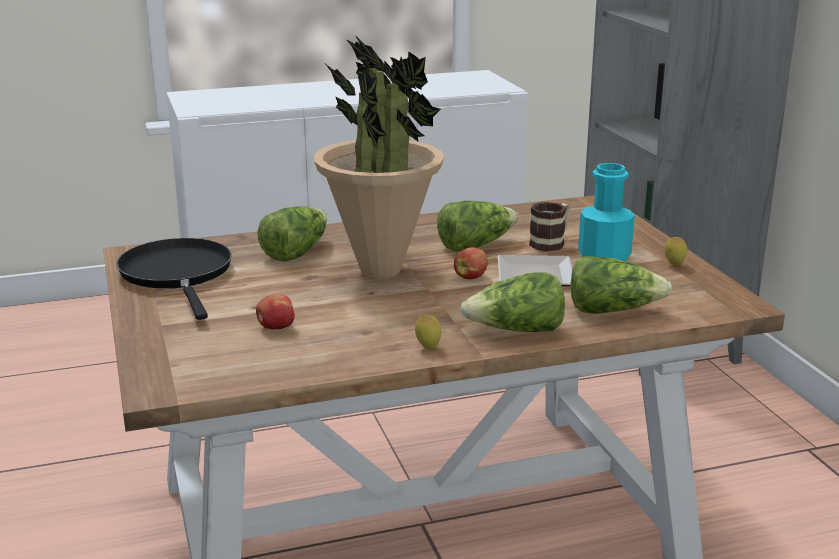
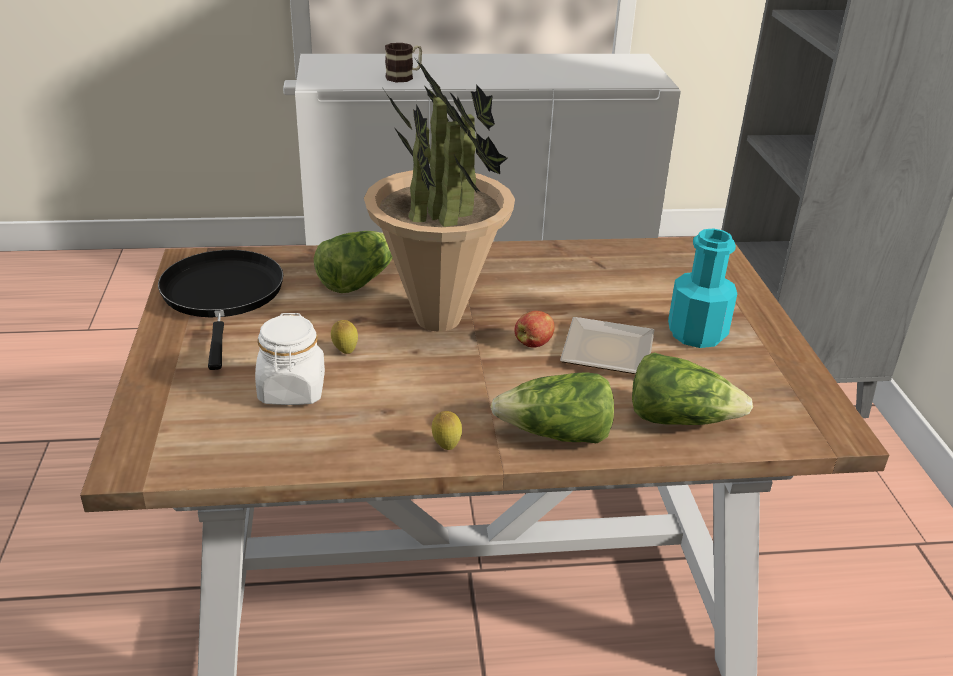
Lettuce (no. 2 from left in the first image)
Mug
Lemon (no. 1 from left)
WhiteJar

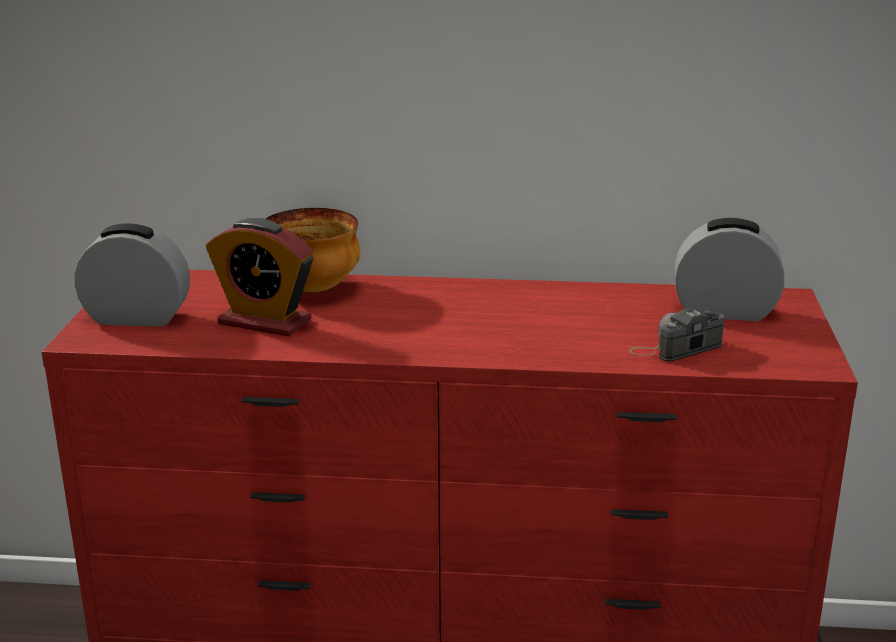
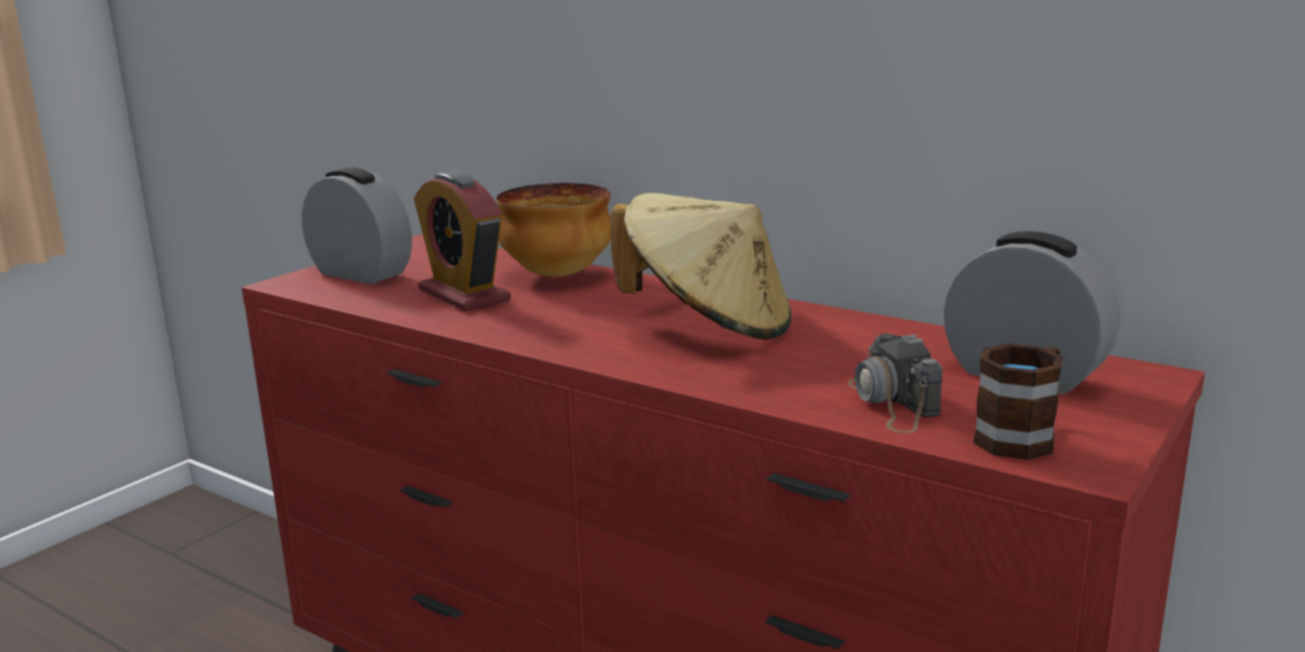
BeigeHat
BrownMug
PhotoCamera

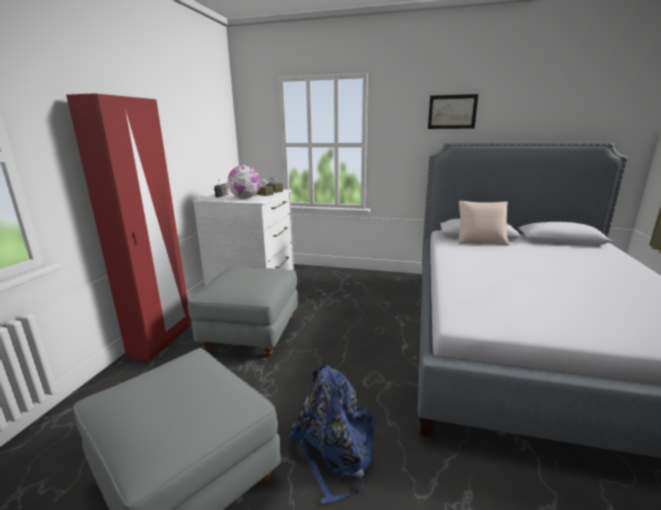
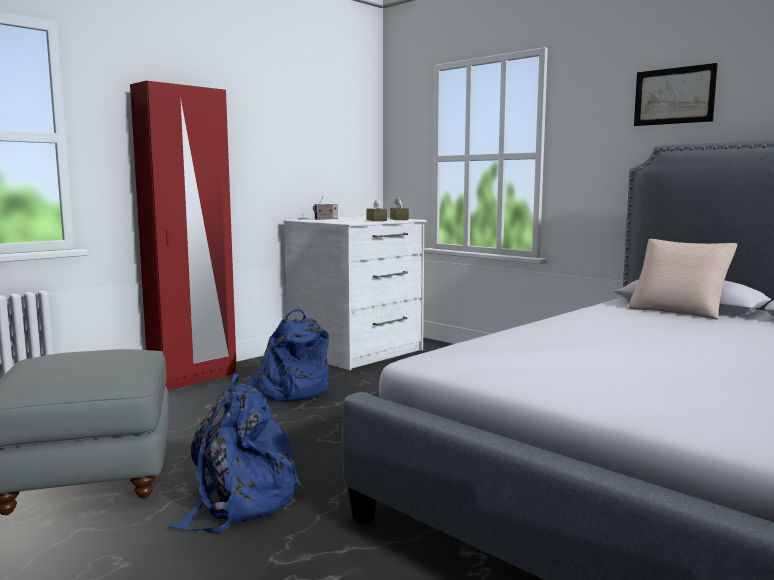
Globe
BlueBackpack (no. 2 from left)

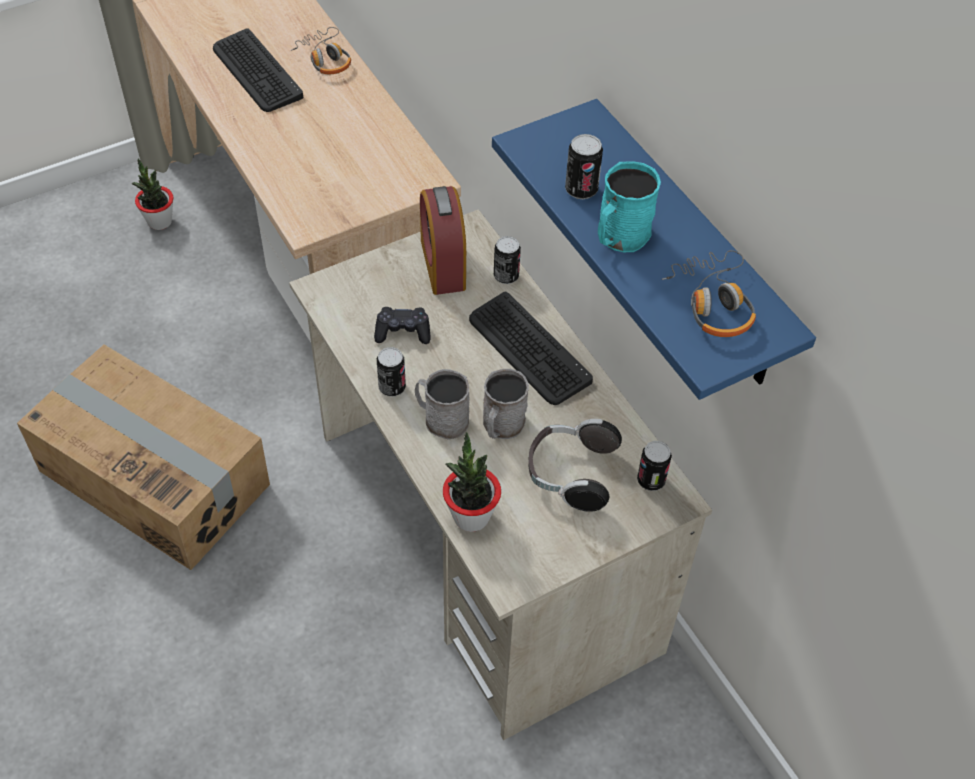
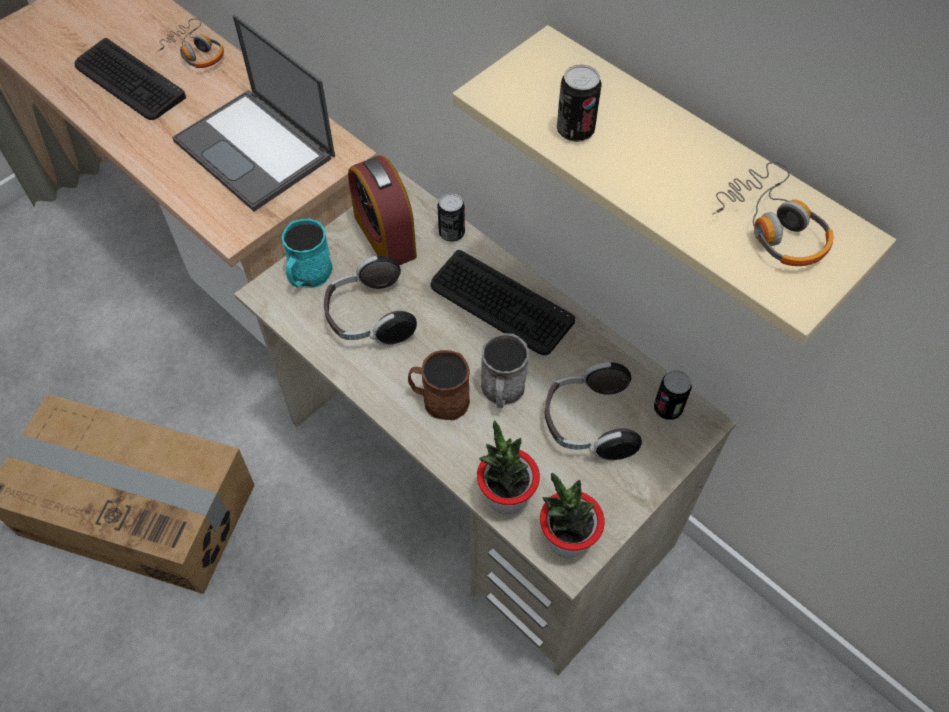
Can (no. 1 from left in the first image)
Laptop
PottedPlant (no. 2 from left)
TurquoiseMug
Headphones (no. 2 from left)
BrownMug
BeigeShelf

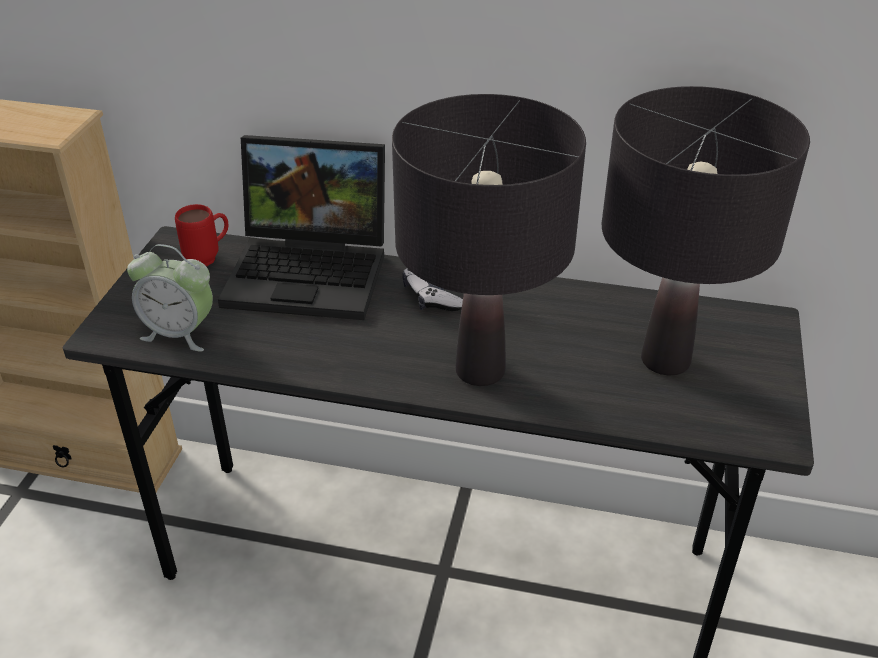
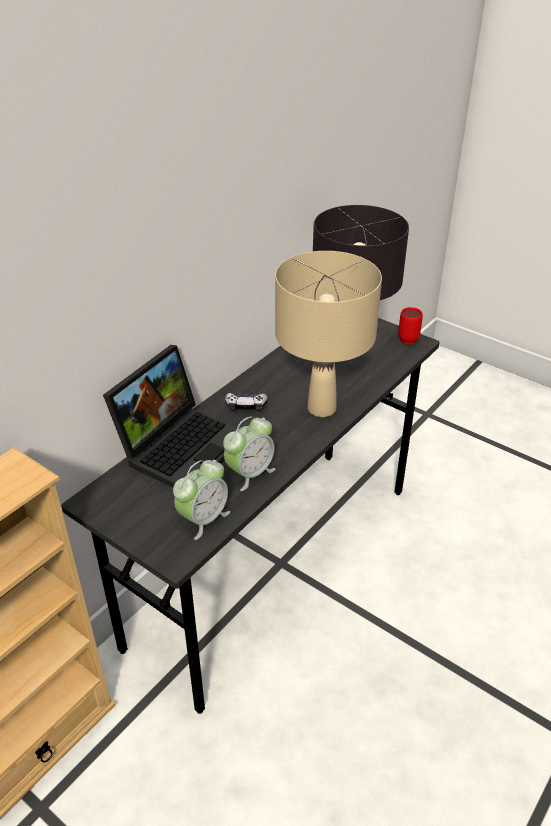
AlarmClock (no. 2 from left)
RedMug
BeigeTableLamp

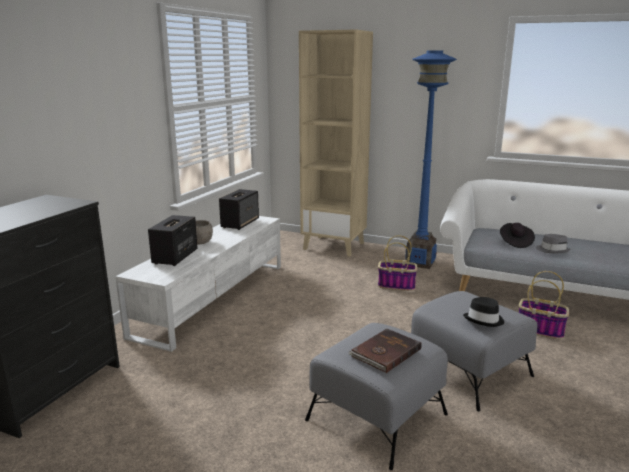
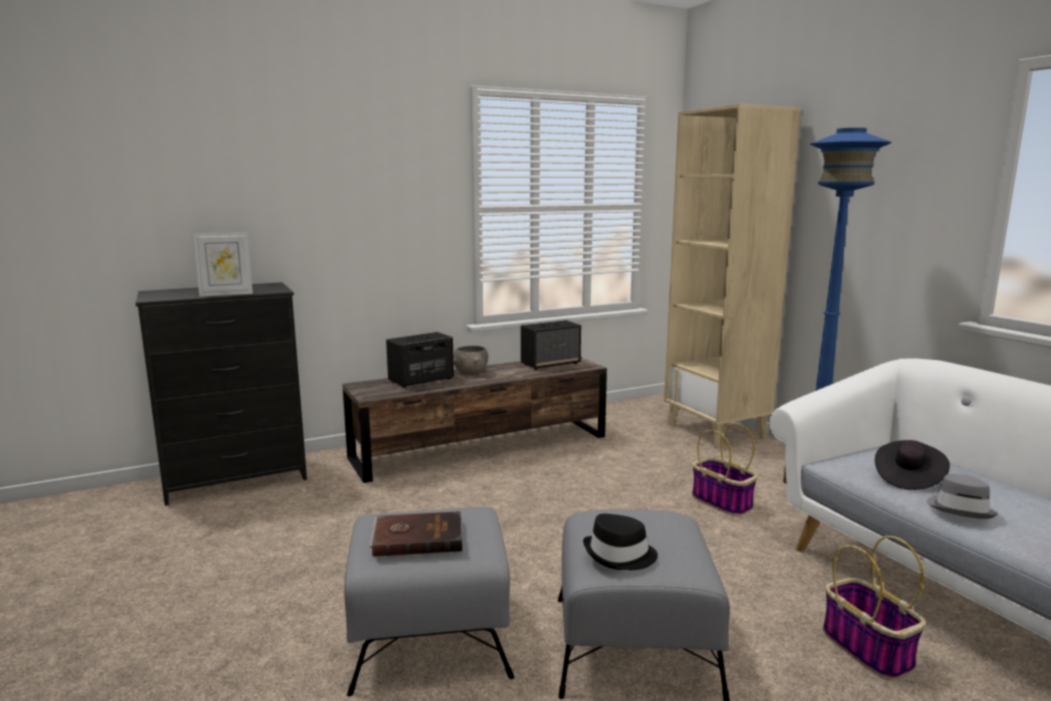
PictureFrame
BrownTvStand

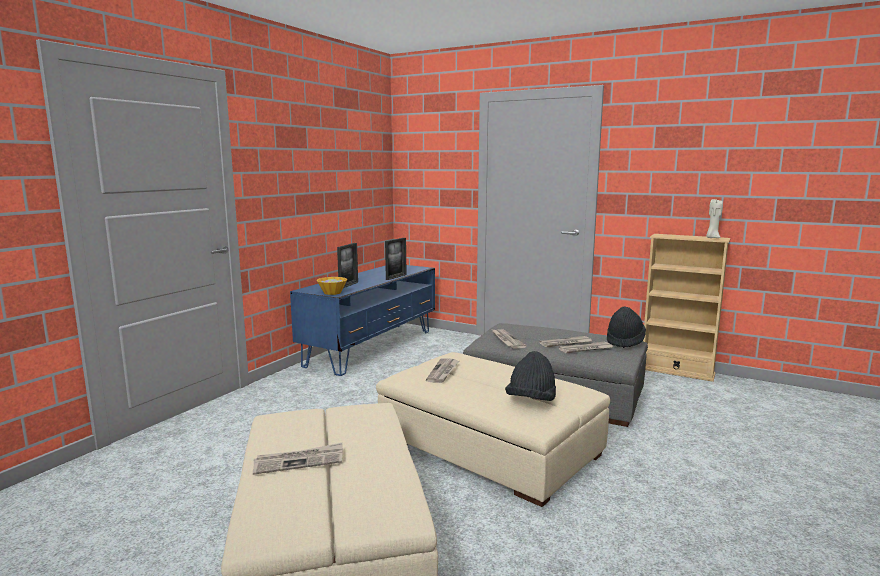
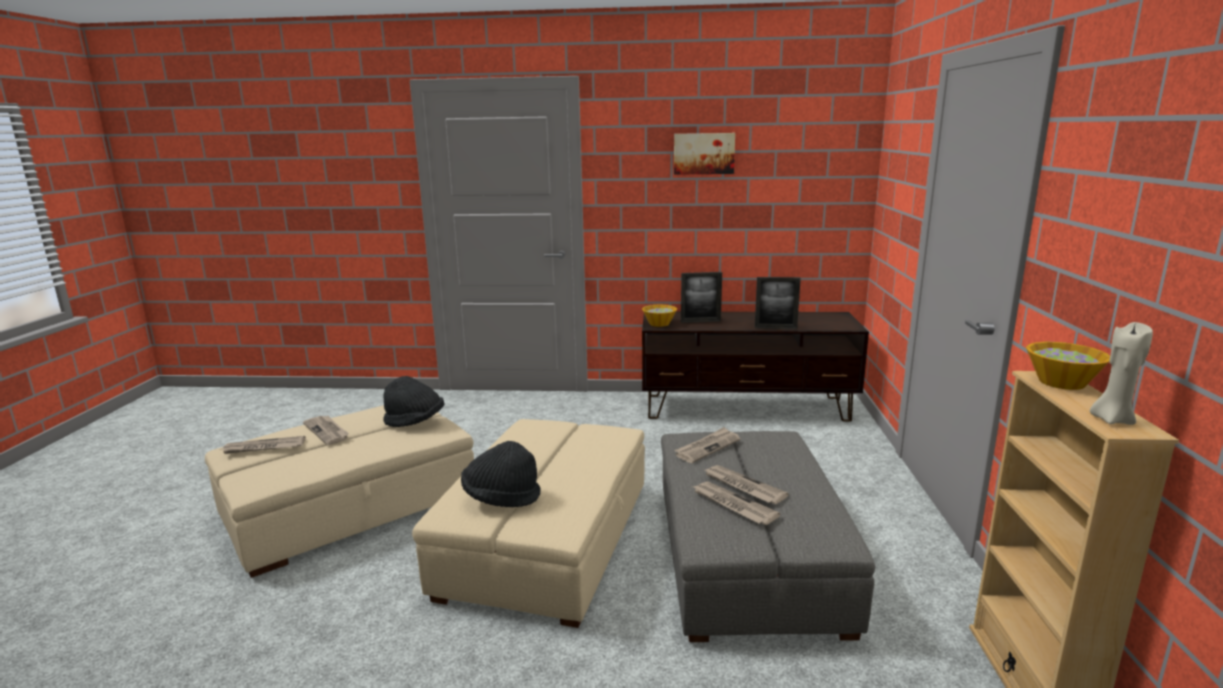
Picture
Bowl (no. 2 from left)
Newspaper (no. 1 from left)
BlackHat (no. 1 from left)
BrownTvStand

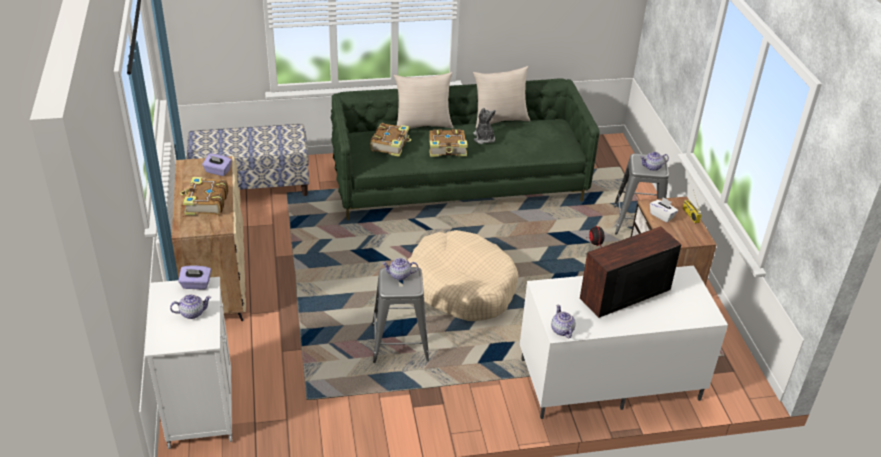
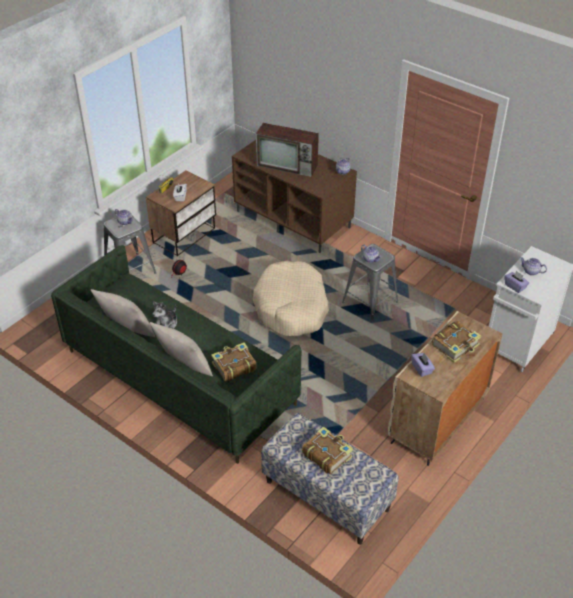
Book (no. 2 from left)
BrownTvStand

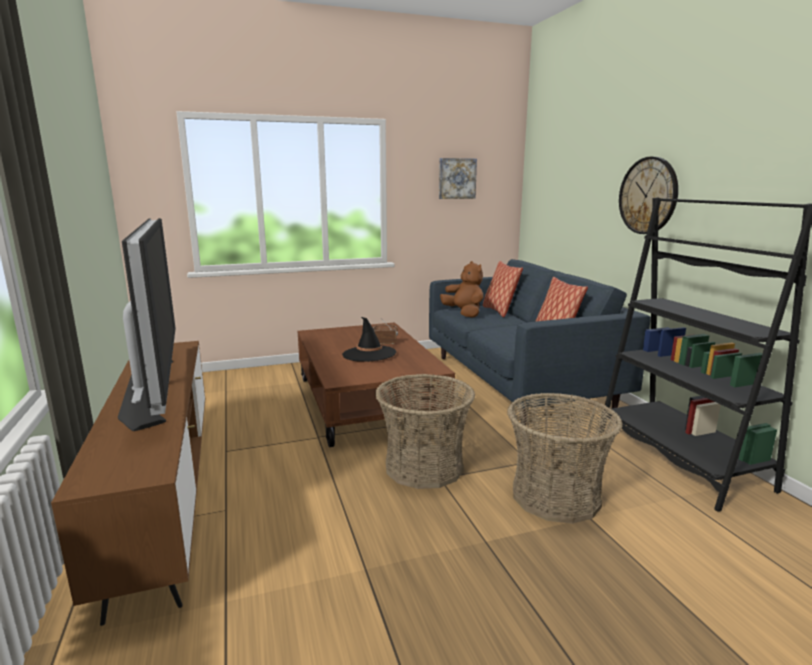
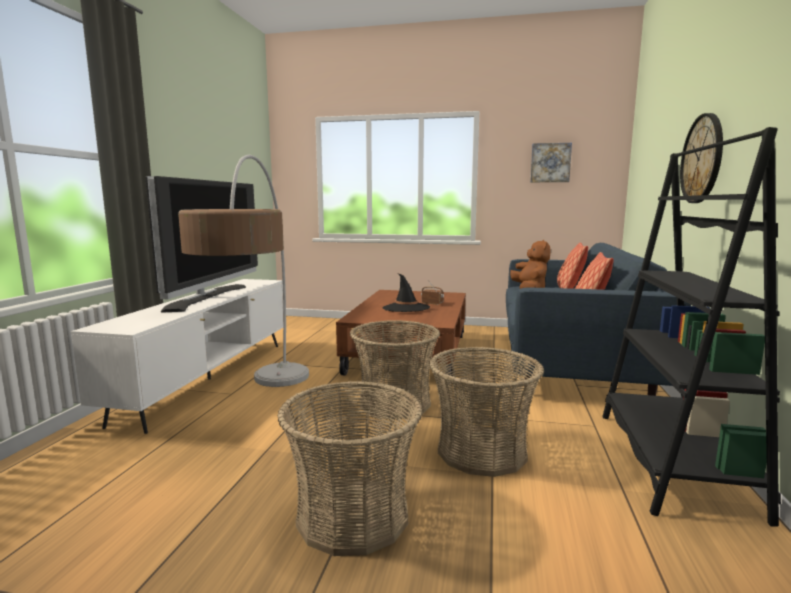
FloorLamp
Basket (no. 1 from left)
WhiteTvStand

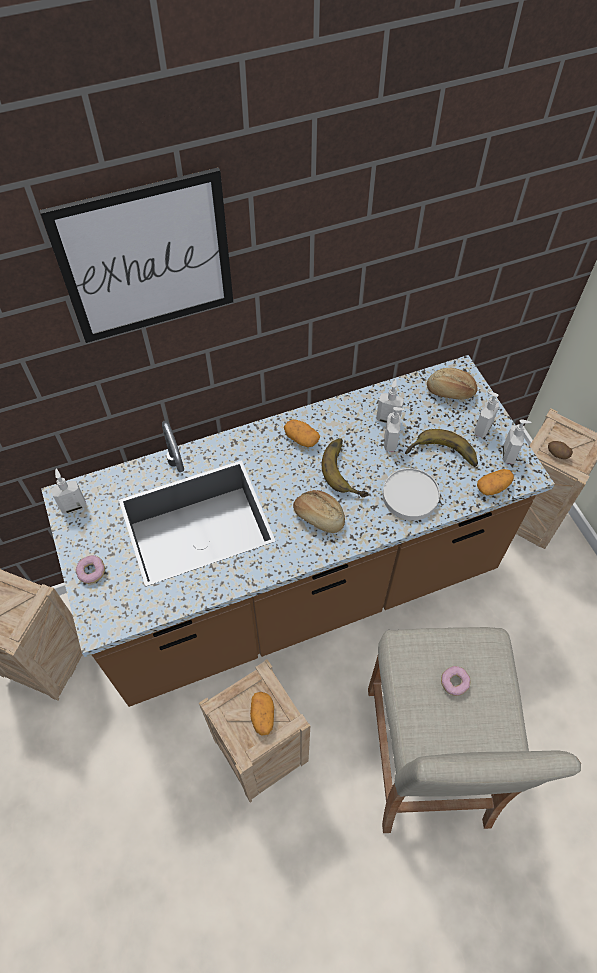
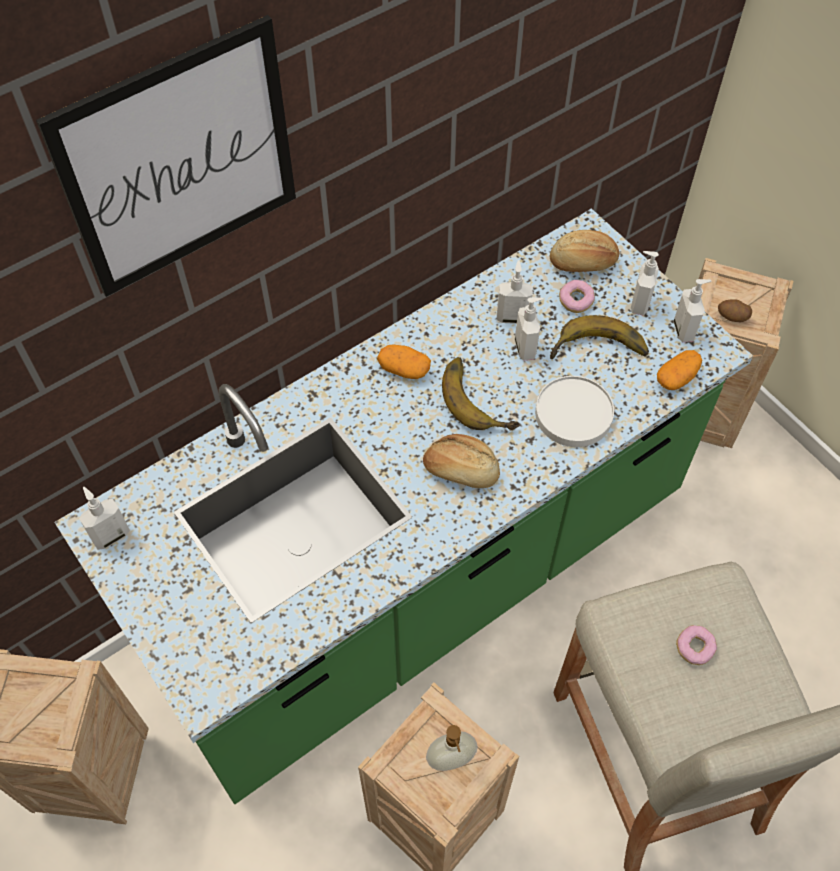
Donut (no. 1 from left)
SoapDispenser (no. 2 from left)
GreenCounter

